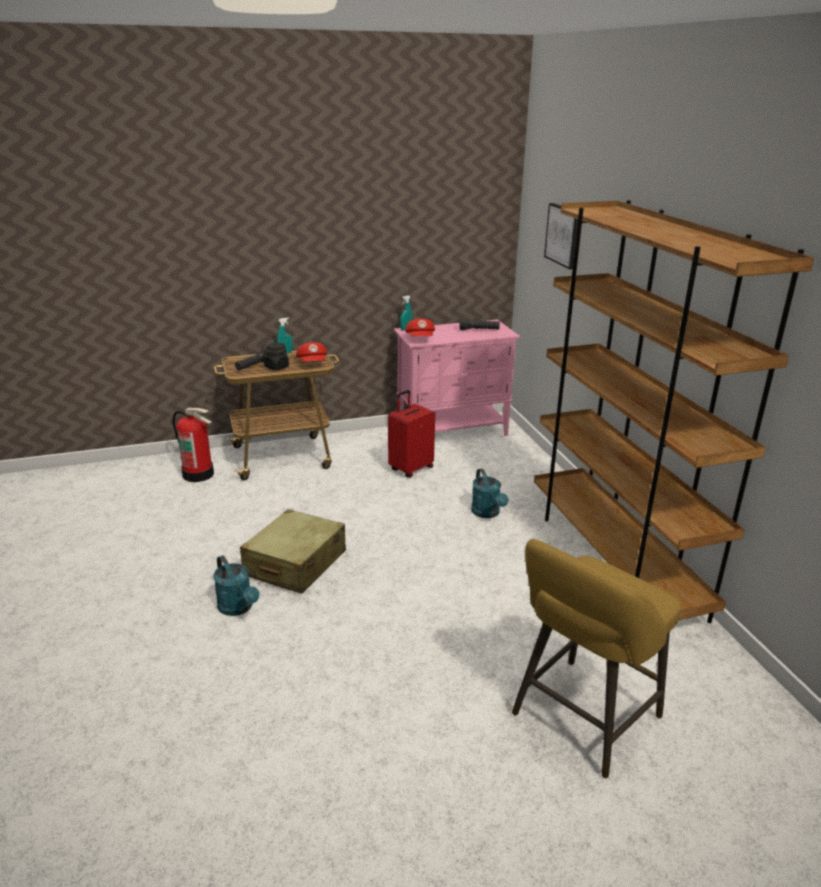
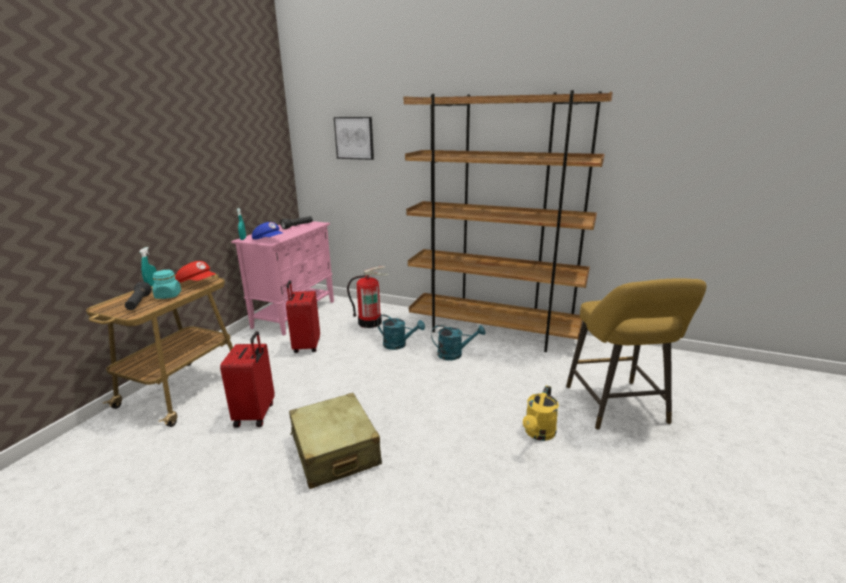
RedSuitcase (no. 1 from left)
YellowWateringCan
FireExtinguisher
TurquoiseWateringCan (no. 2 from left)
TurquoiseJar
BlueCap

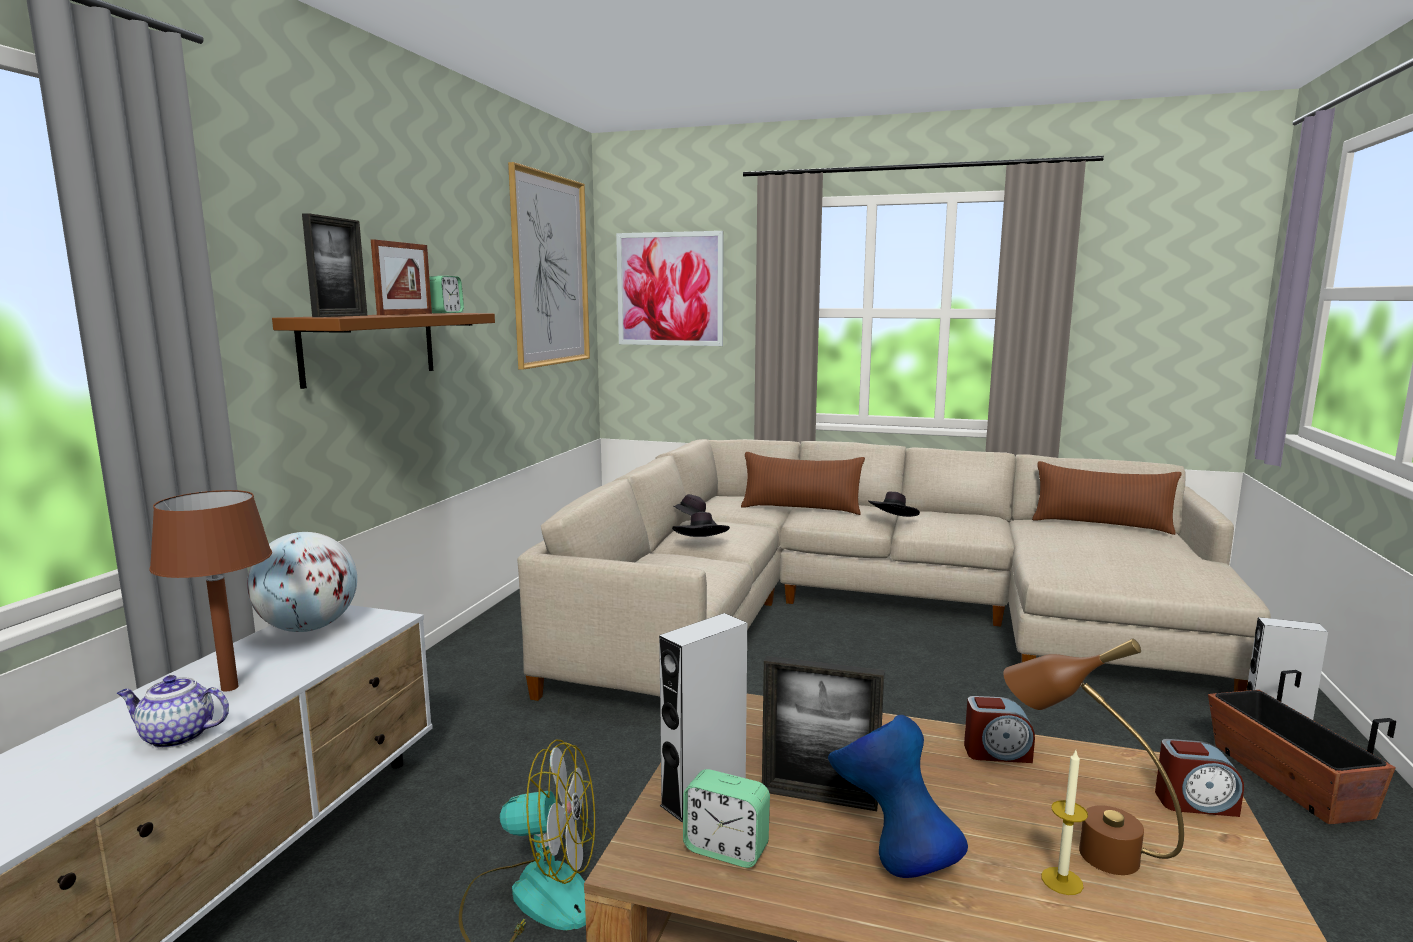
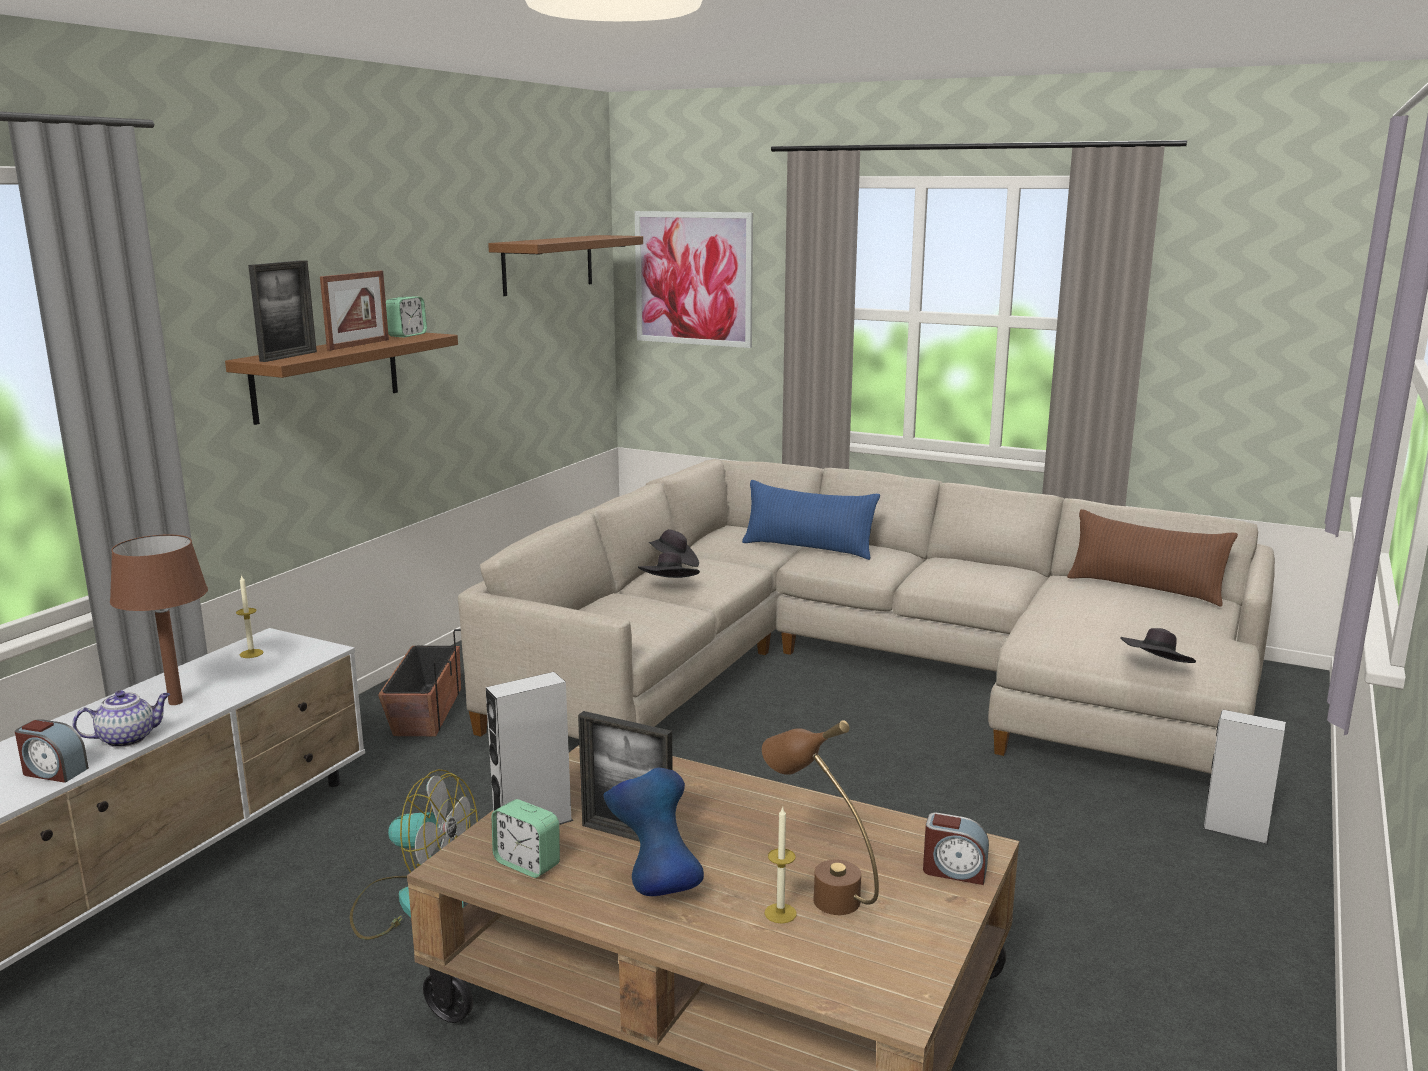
BlackHat (no. 3 from left)
AlarmClock (no. 1 from left)
Planter
Candle (no. 1 from left)
BrownShelf (no. 2 from left)
BluePillow
Teapot

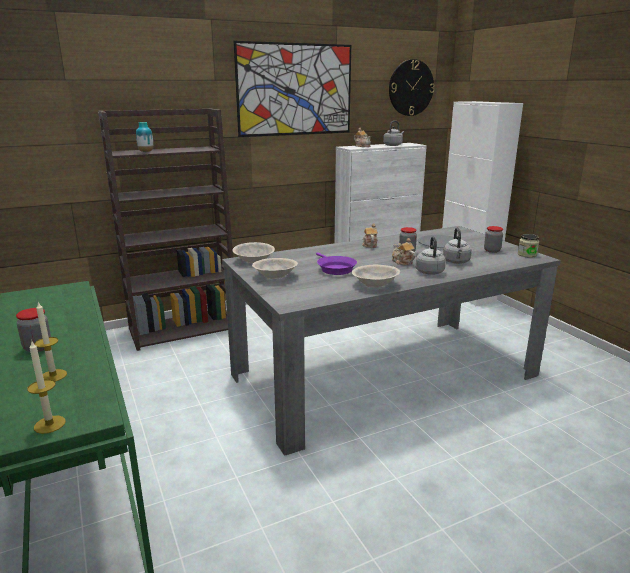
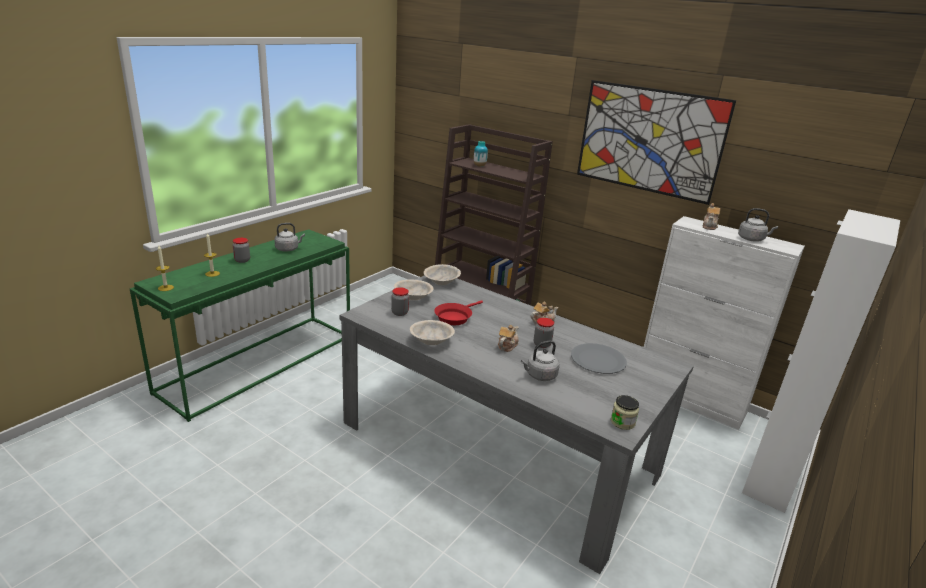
WallClock
GreyKettle (no. 1 from left)
Jar (no. 2 from left)
RedFryingPan

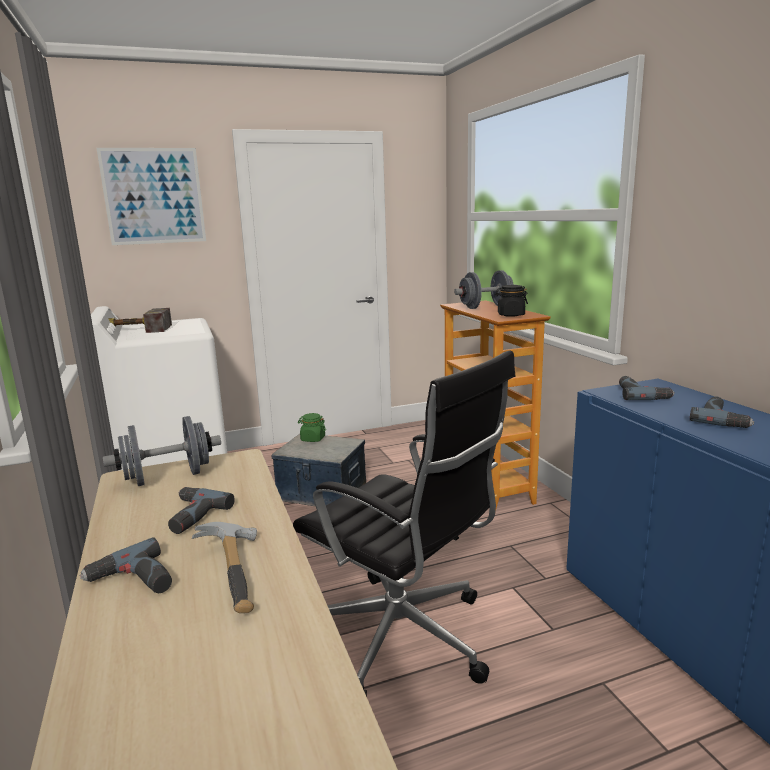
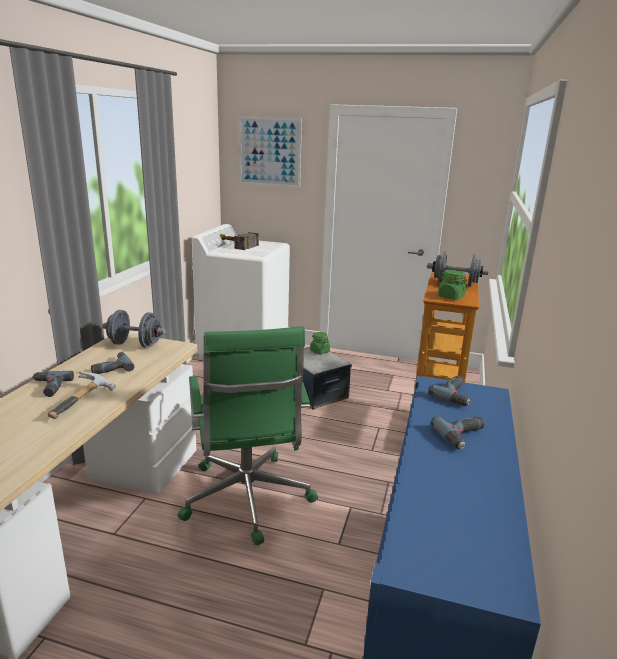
GreenOfficeChair
GreenJar (no. 2 from left)

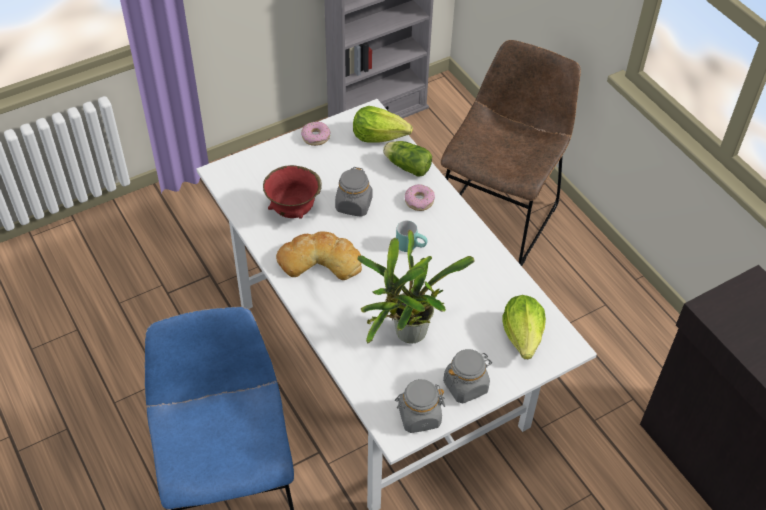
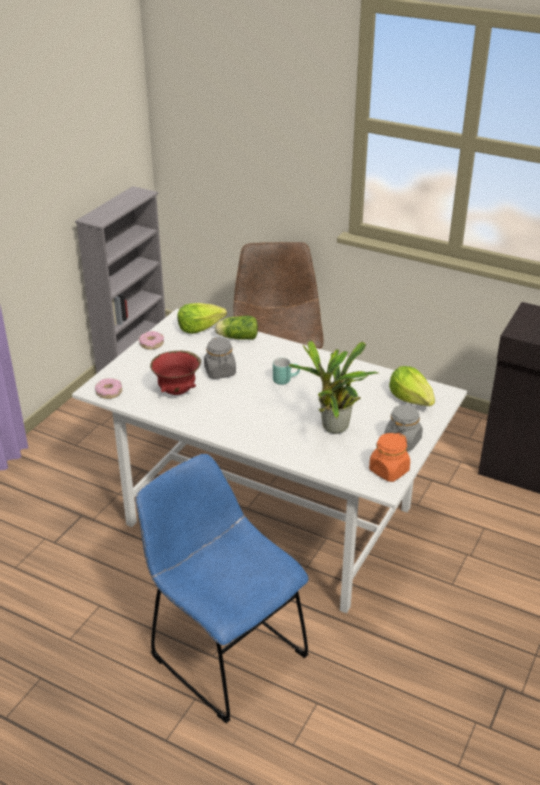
Bread
Donut (no. 1 from left)
OrangeJar

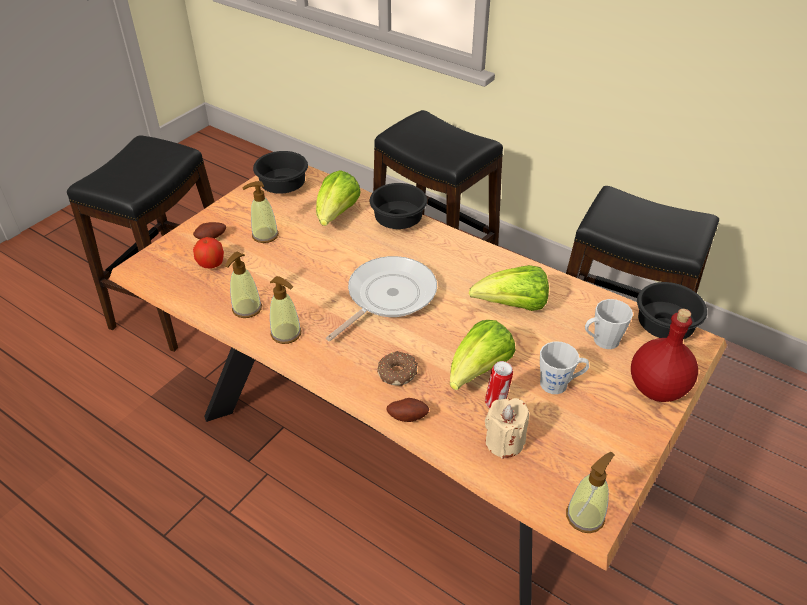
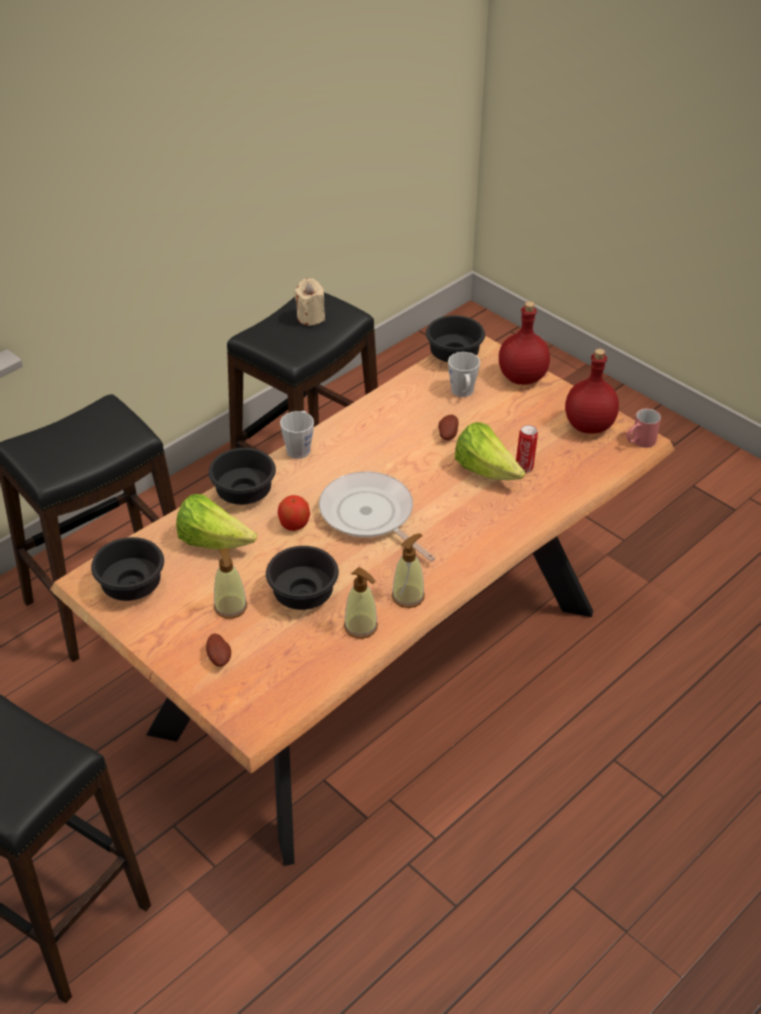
Donut
Lettuce (no. 3 from left in the first image)
BlackBowl (no. 3 from left)
RedBottle (no. 2 from left)
Apple
Potato (no. 2 from left)
BeigeCandle
GreyMug (no. 1 from left)
RedMug

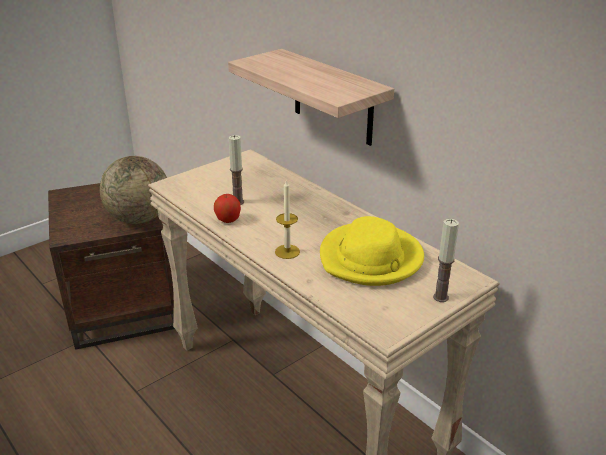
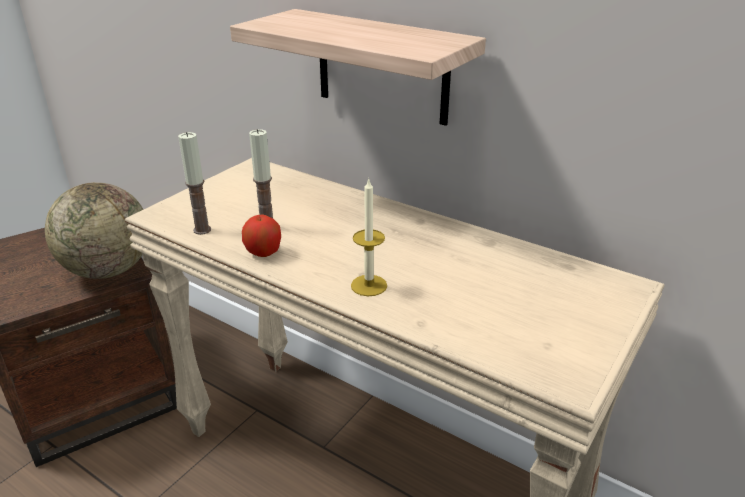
YellowHat
Candle (no. 1 from left)

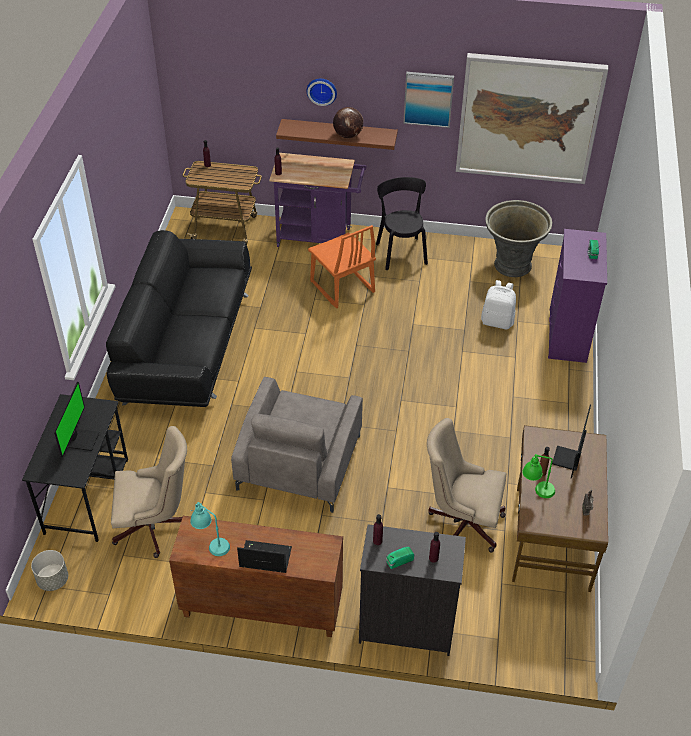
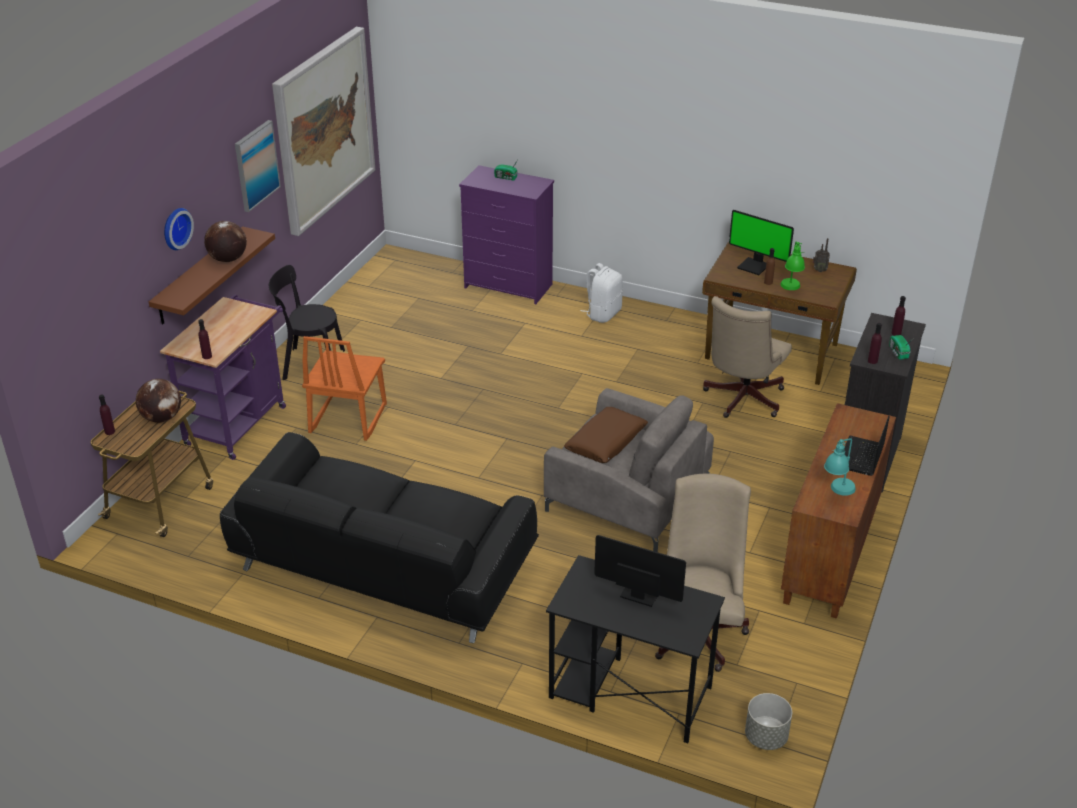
GreyPlanter (no. 2 from left in the first image)
Globe (no. 1 from left)
BrownPillow
WhiteBackpack
OrangeChair

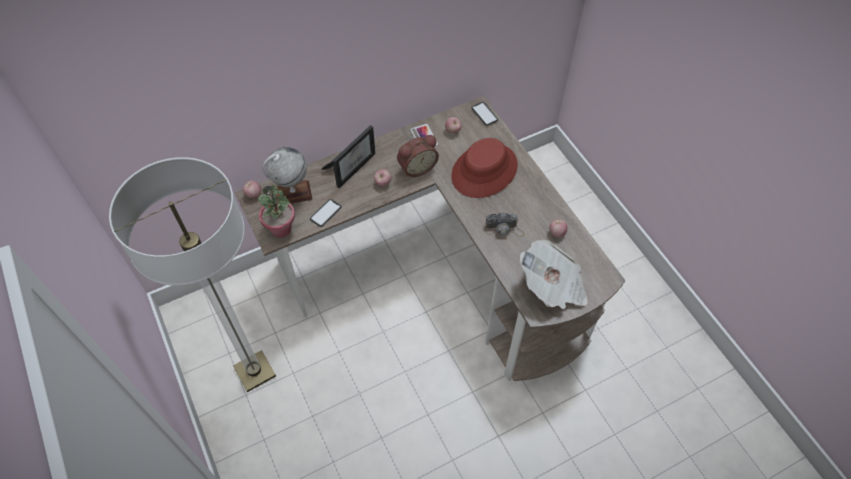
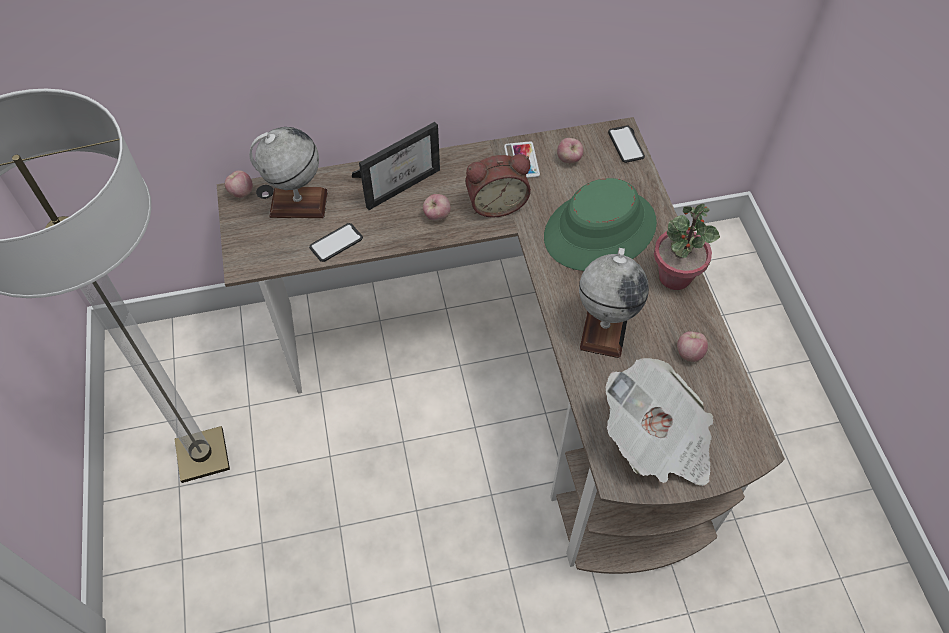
PottedPlant
Globe (no. 2 from left)
GreenHat

